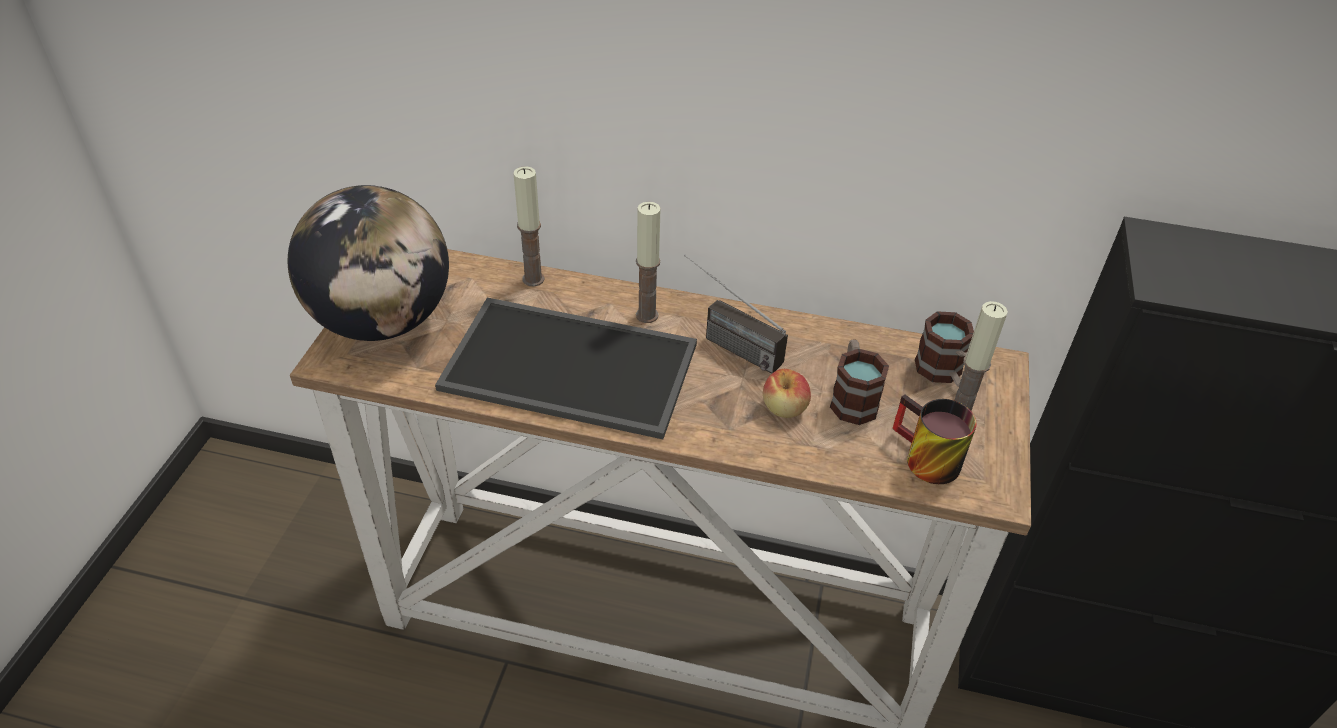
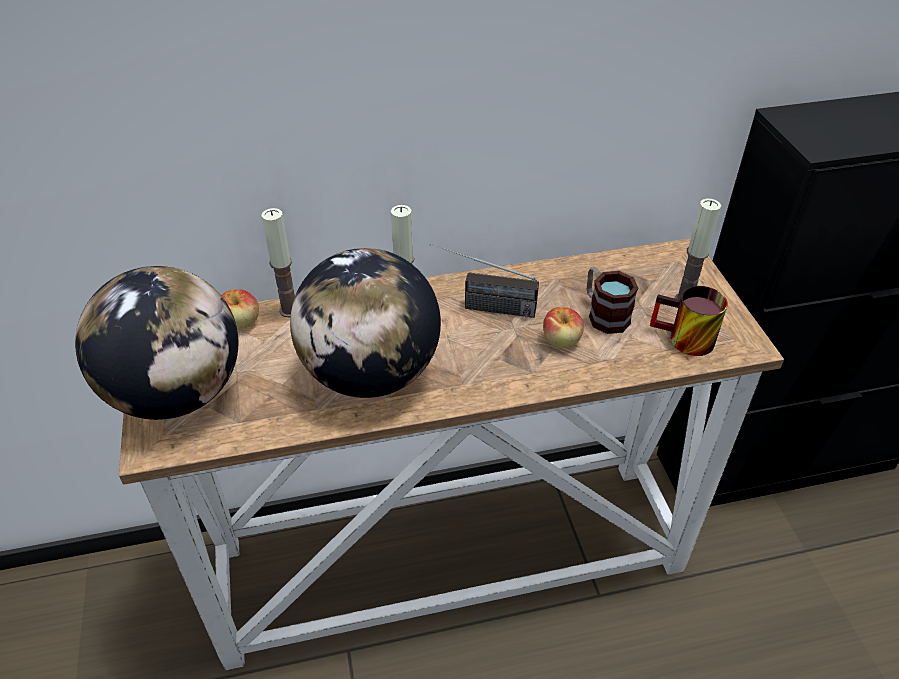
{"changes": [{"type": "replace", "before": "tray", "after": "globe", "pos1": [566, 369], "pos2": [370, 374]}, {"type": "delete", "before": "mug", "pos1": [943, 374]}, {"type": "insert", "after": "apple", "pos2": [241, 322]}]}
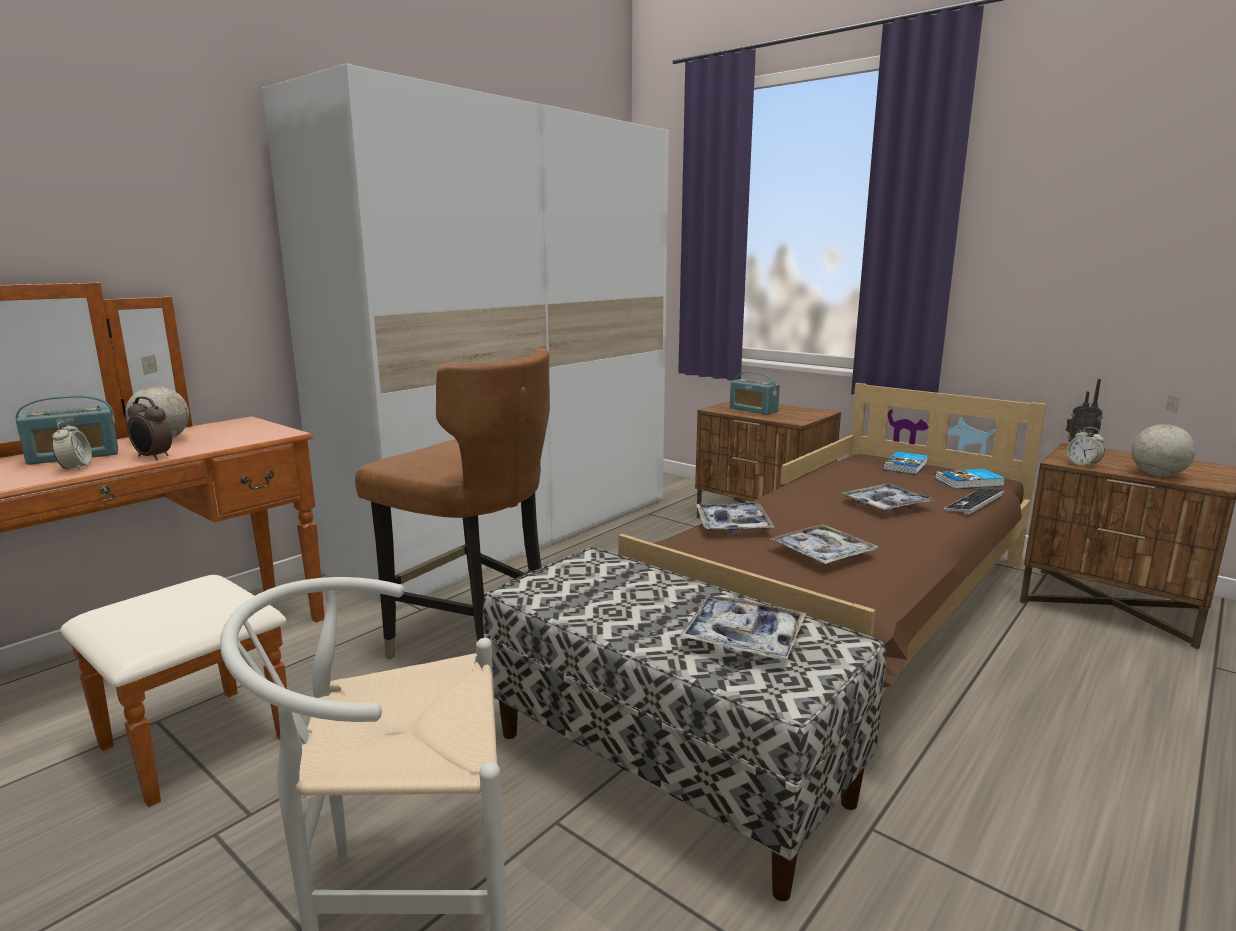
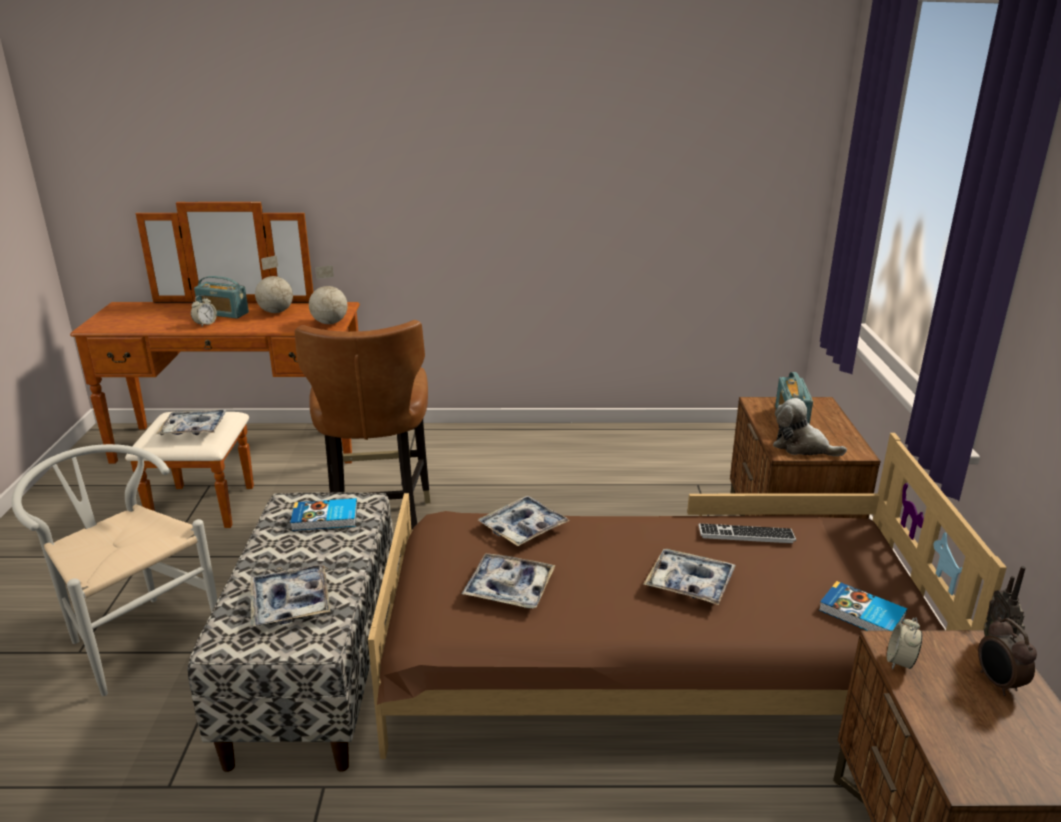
{"changes": [{"type": "move", "before": "alarm clock", "pos1": [153, 457], "pos2": [997, 683]}, {"type": "delete", "before": "wardrobe (white)", "pos1": [513, 532]}, {"type": "move", "before": "book", "pos1": [906, 466], "pos2": [325, 518]}, {"type": "move", "before": "keyboard", "pos1": [974, 503], "pos2": [746, 535]}, {"type": "move", "before": "globe", "pos1": [1157, 475], "pos2": [329, 323]}, {"type": "insert", "after": "tray", "pos2": [194, 429]}, {"type": "insert", "after": "plush toy", "pos2": [802, 447]}]}
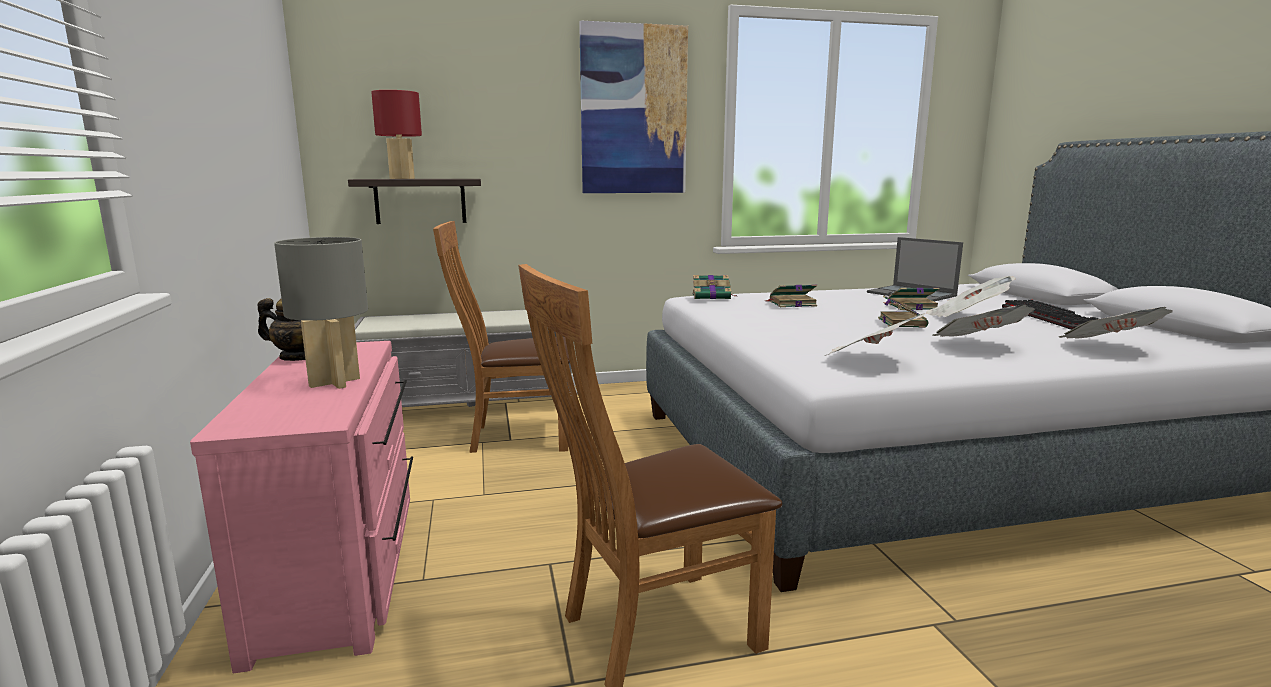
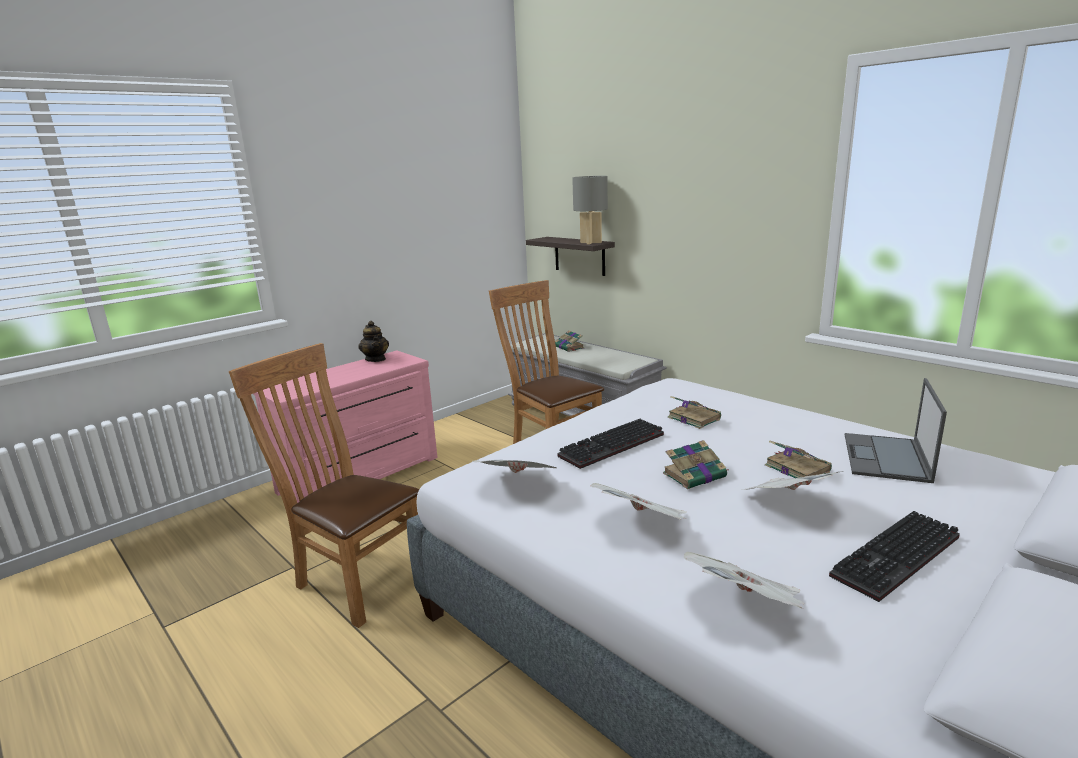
{"changes": [{"type": "move", "before": "table lamp (grey)", "pos1": [335, 382], "pos2": [591, 243]}, {"type": "delete", "before": "table lamp (red)", "pos1": [401, 178]}, {"type": "delete", "before": "picture", "pos1": [633, 111]}, {"type": "move", "before": "book", "pos1": [712, 296], "pos2": [569, 347]}, {"type": "insert", "after": "keyboard", "pos2": [612, 447]}]}
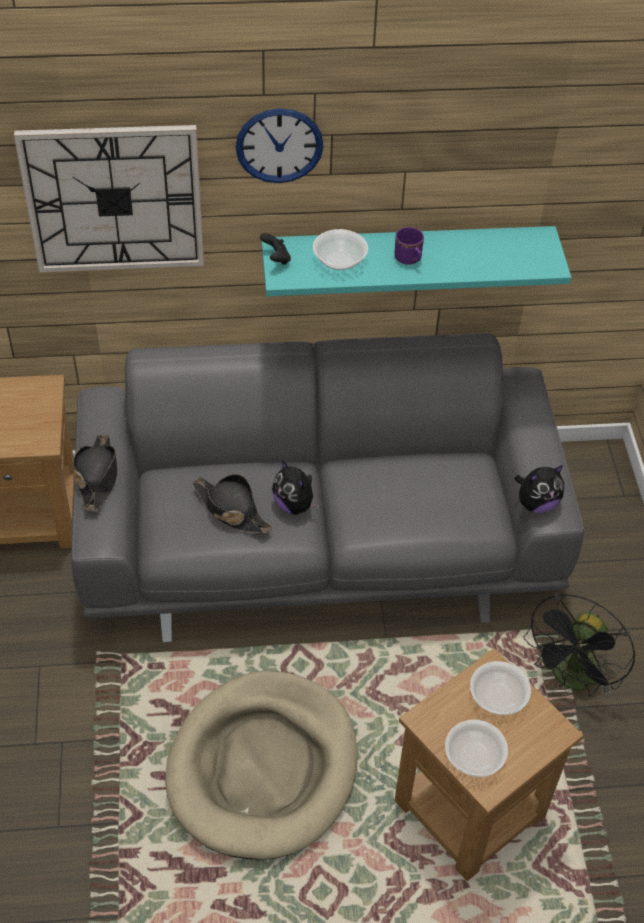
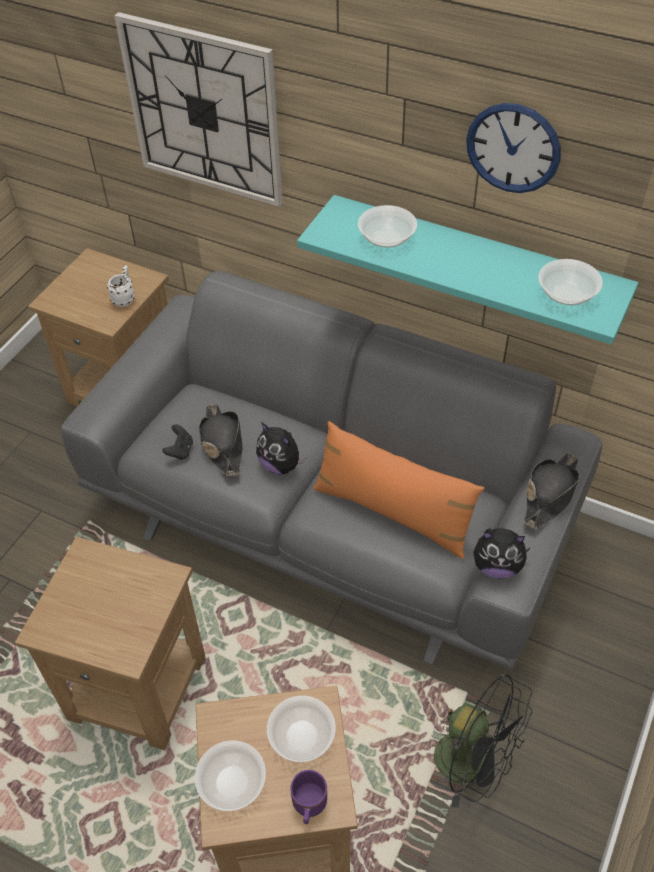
{"changes": [{"type": "move", "before": "hat (black)", "pos1": [97, 476], "pos2": [550, 494]}, {"type": "replace", "before": "dog bed (beige)", "after": "side table (brown)", "pos1": [263, 768], "pos2": [139, 688]}, {"type": "move", "before": "wall clock", "pos1": [279, 145], "pos2": [513, 148]}, {"type": "move", "before": "game controller (black)", "pos1": [276, 258], "pos2": [180, 450]}, {"type": "rotate", "before": "plush toy", "pos1": [295, 505], "pos2": [281, 465], "turn": -45}, {"type": "move", "before": "mug (purple)", "pos1": [409, 260], "pos2": [309, 806]}, {"type": "rotate", "before": "fan (black)", "pos1": [571, 679], "pos2": [473, 763], "turn": -120}, {"type": "insert", "after": "mug (white)", "pos2": [125, 298]}, {"type": "insert", "after": "pillow (orange)", "pos2": [393, 512]}, {"type": "insert", "after": "bowl", "pos2": [566, 294]}]}
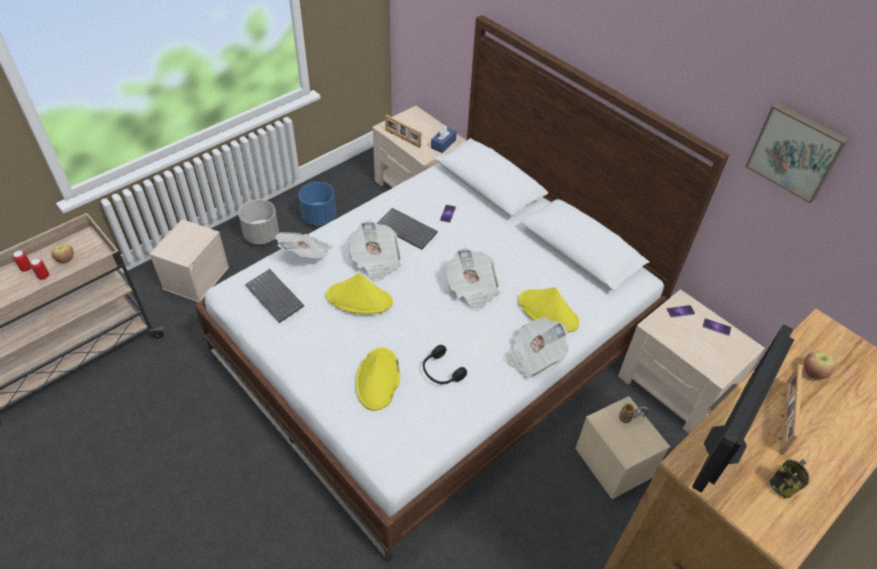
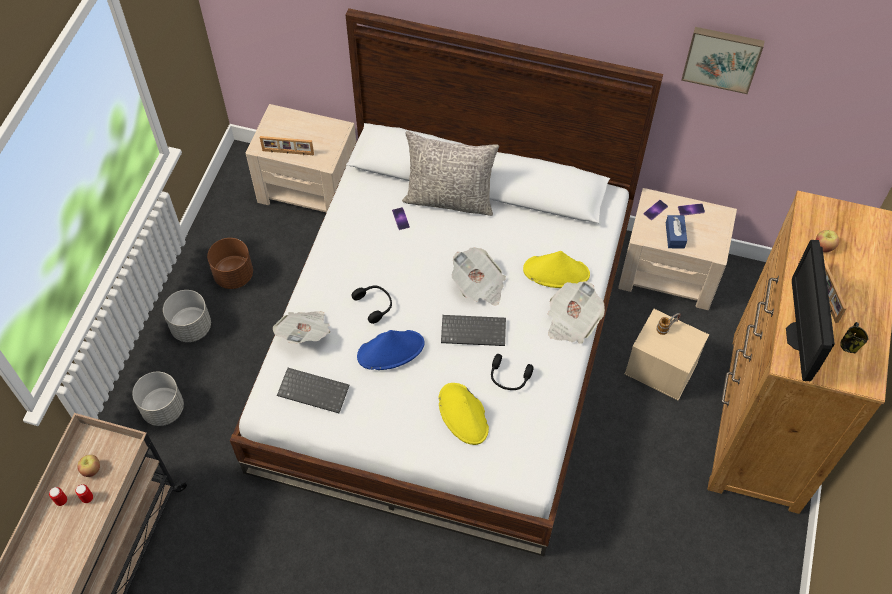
{"changes": [{"type": "replace", "before": "storage box (beige)", "after": "planter (grey)", "pos1": [196, 277], "pos2": [163, 409]}, {"type": "recolor", "before": "planter (blue)", "after": "planter (brown)", "pos1": [319, 217], "pos2": [234, 275]}, {"type": "recolor", "before": "hat (yellow)", "after": "hat (blue)", "pos1": [359, 299], "pos2": [391, 350]}, {"type": "replace", "before": "newspaper", "after": "headphones (black)", "pos1": [375, 261], "pos2": [374, 305]}, {"type": "move", "before": "keyboard", "pos1": [408, 229], "pos2": [474, 330]}, {"type": "move", "before": "tissue box (blue)", "pos1": [443, 144], "pos2": [675, 235]}, {"type": "insert", "after": "pillow (grey)", "pos2": [449, 199]}]}
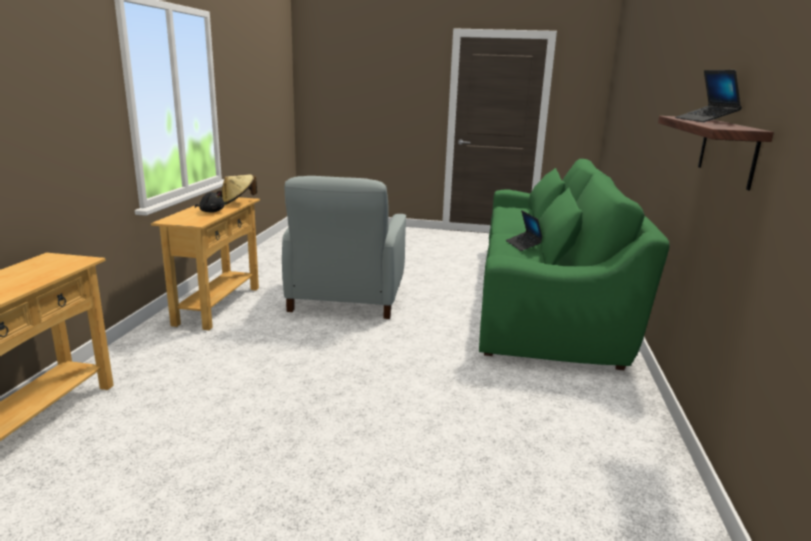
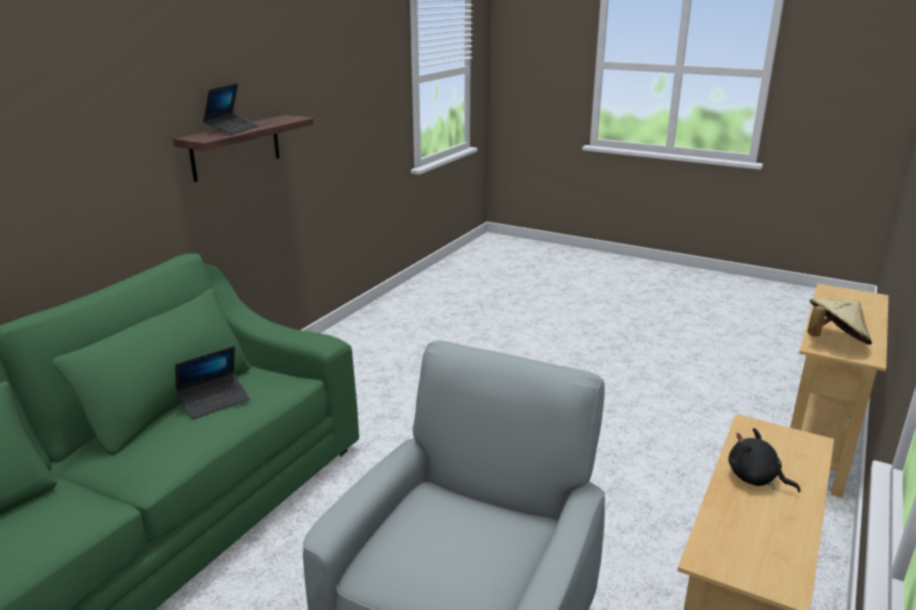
{"changes": [{"type": "move", "before": "hat (beige)", "pos1": [237, 202], "pos2": [834, 341]}, {"type": "rotate", "before": "laptop", "pos1": [523, 245], "pos2": [214, 401], "turn": 45}]}
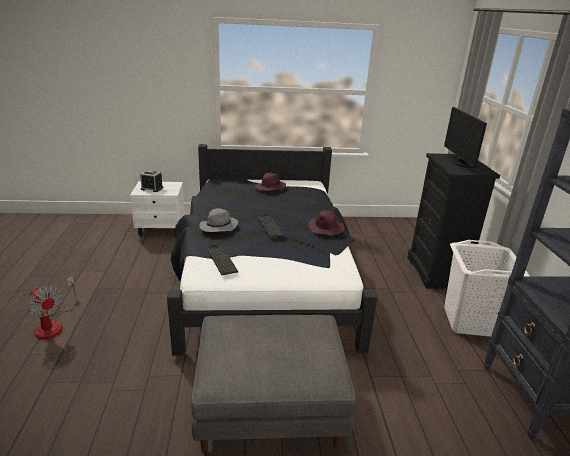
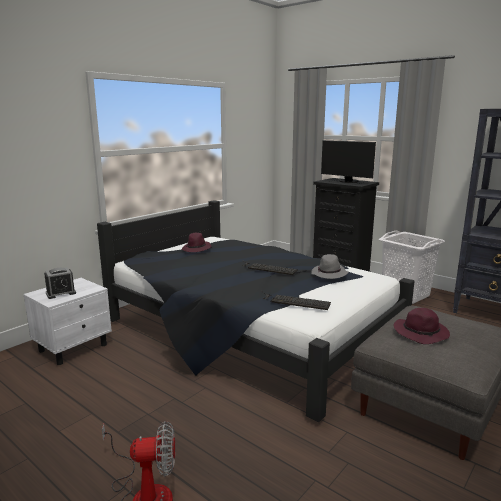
{"changes": [{"type": "move", "before": "hat (grey)", "pos1": [218, 227], "pos2": [329, 274]}, {"type": "move", "before": "hat (purple)", "pos1": [326, 228], "pos2": [421, 333]}]}
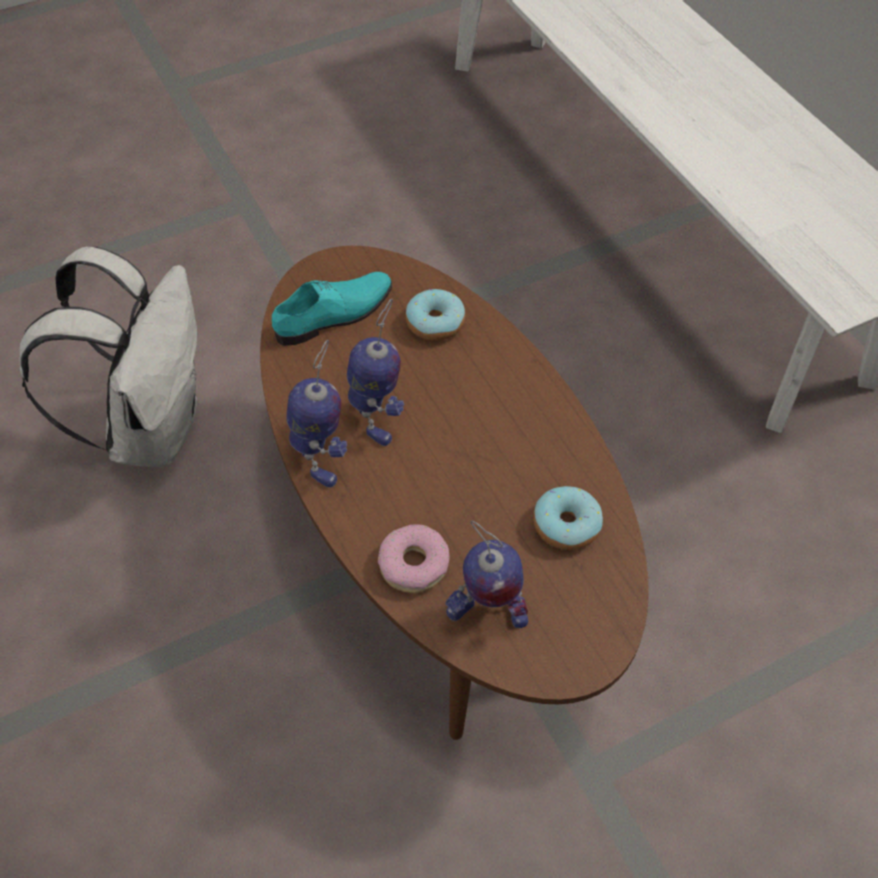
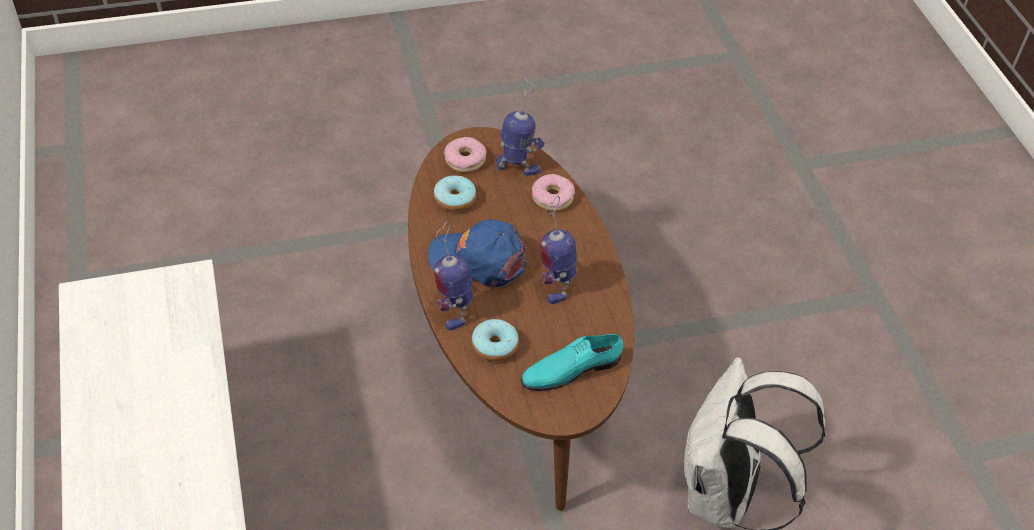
{"changes": [{"type": "move", "before": "toy robot", "pos1": [321, 458], "pos2": [453, 310]}, {"type": "insert", "after": "cap (blue)", "pos2": [478, 260]}, {"type": "insert", "after": "donut", "pos2": [465, 160]}]}
